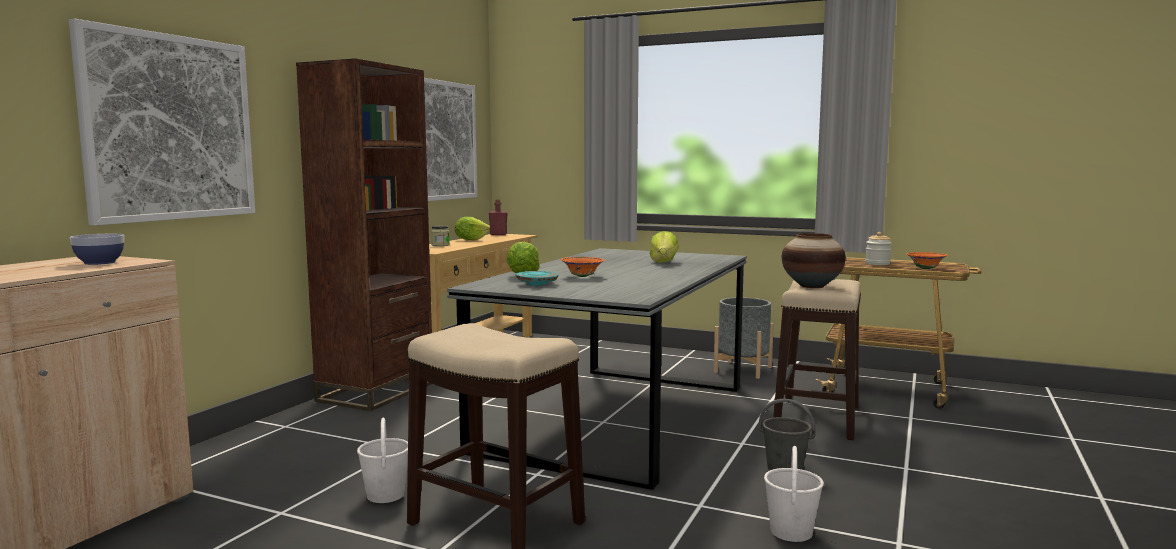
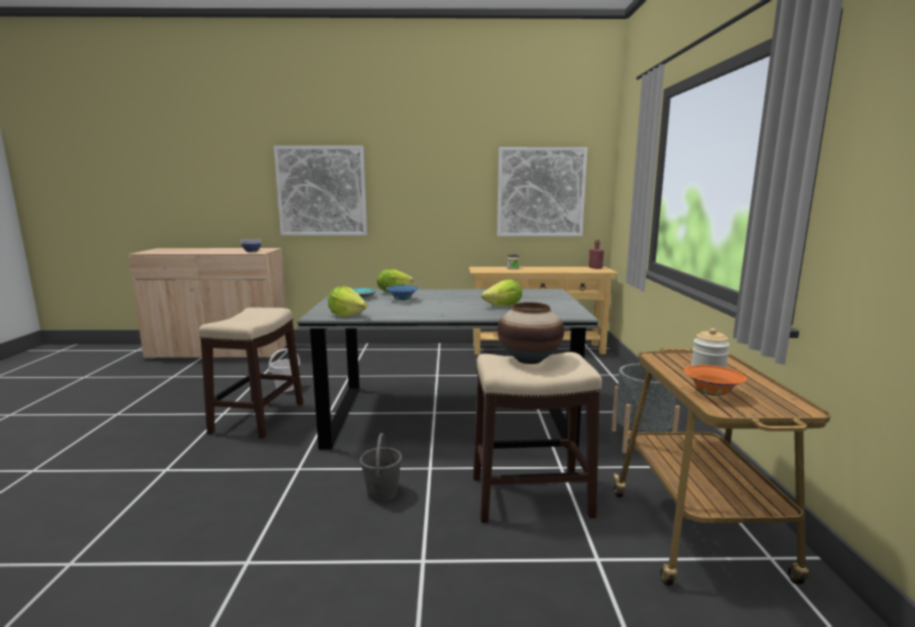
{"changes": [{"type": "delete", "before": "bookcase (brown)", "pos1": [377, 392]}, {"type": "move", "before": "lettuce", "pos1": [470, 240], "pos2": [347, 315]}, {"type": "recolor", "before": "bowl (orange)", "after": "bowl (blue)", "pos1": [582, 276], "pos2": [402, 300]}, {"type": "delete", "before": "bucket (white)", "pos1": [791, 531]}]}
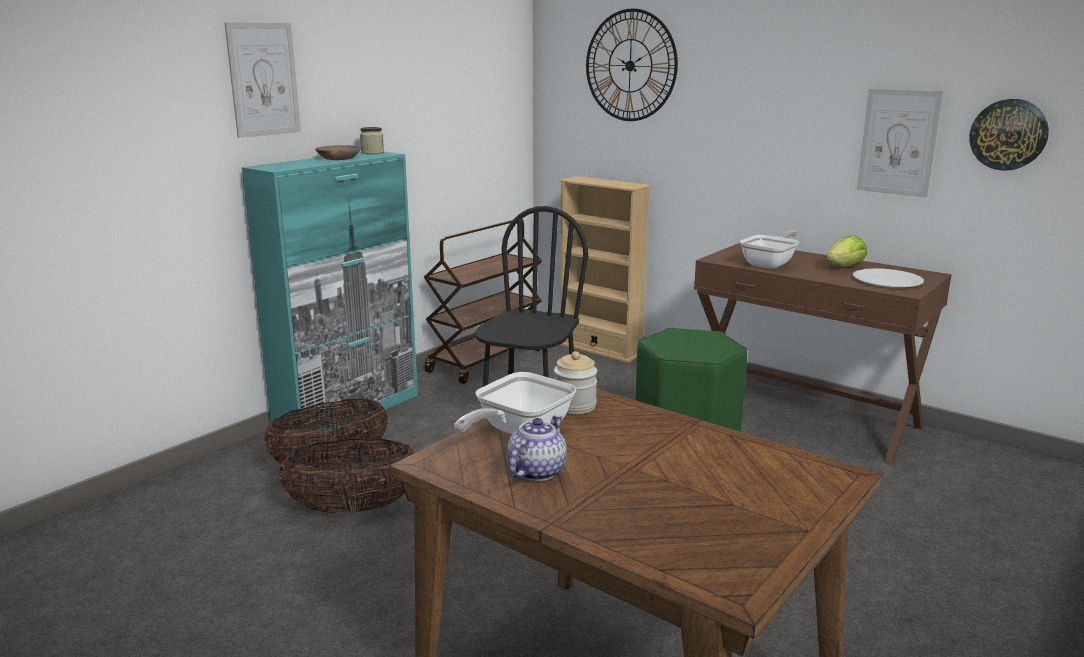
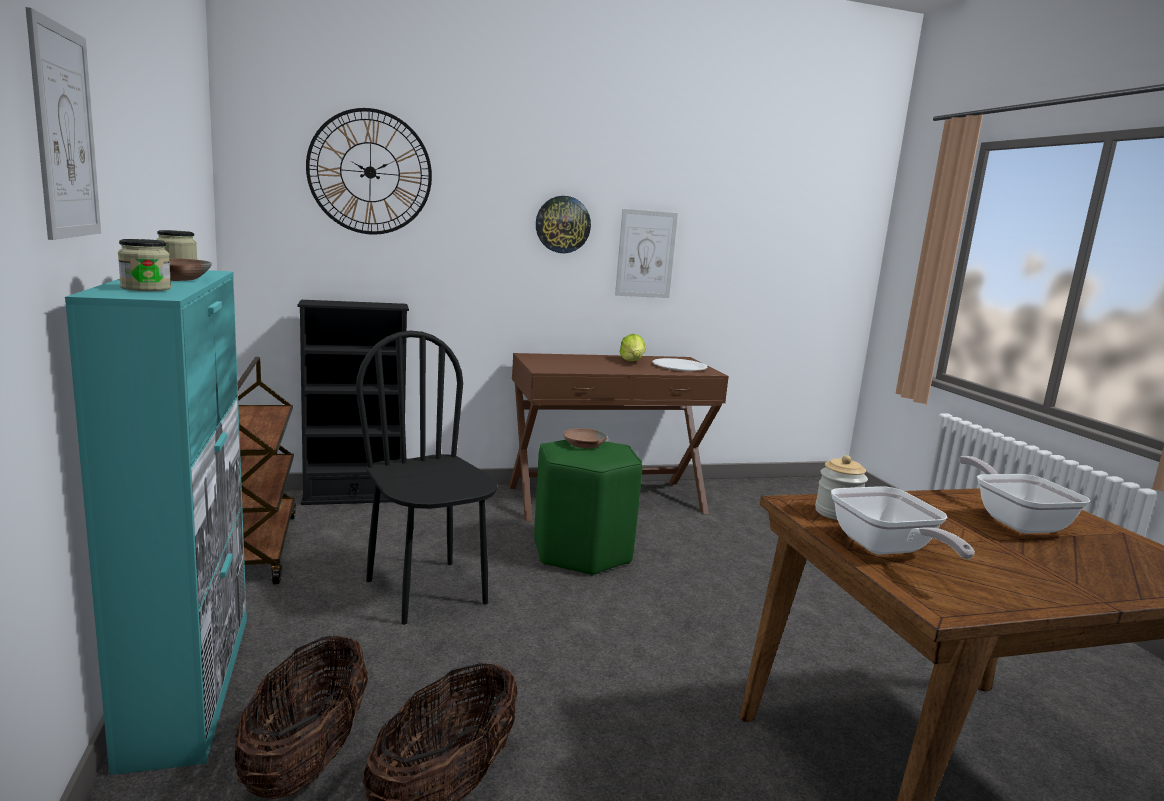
{"changes": [{"type": "delete", "before": "teapot", "pos1": [536, 471]}, {"type": "recolor", "before": "bookcase (beige)", "after": "bookcase (black)", "pos1": [600, 349], "pos2": [354, 497]}, {"type": "move", "before": "frying pan", "pos1": [770, 264], "pos2": [1015, 521]}, {"type": "move", "before": "wall clock", "pos1": [1008, 134], "pos2": [562, 224]}, {"type": "insert", "after": "jar", "pos2": [146, 288]}, {"type": "insert", "after": "bowl (brown)", "pos2": [583, 444]}]}
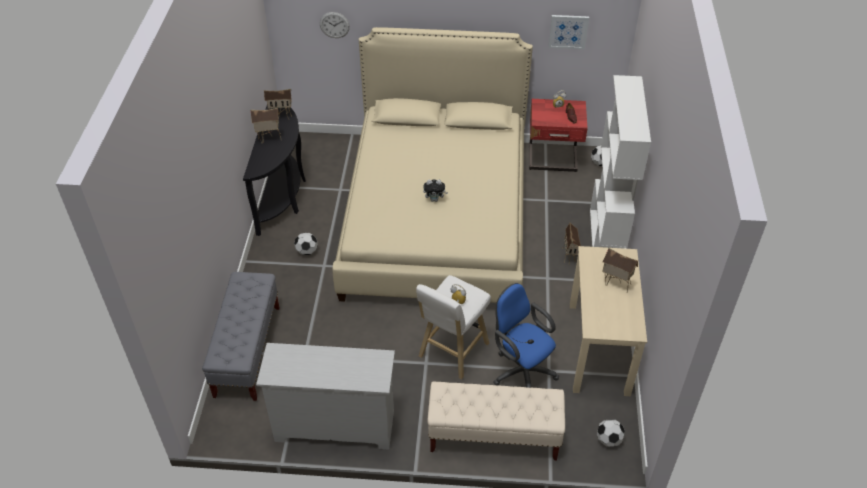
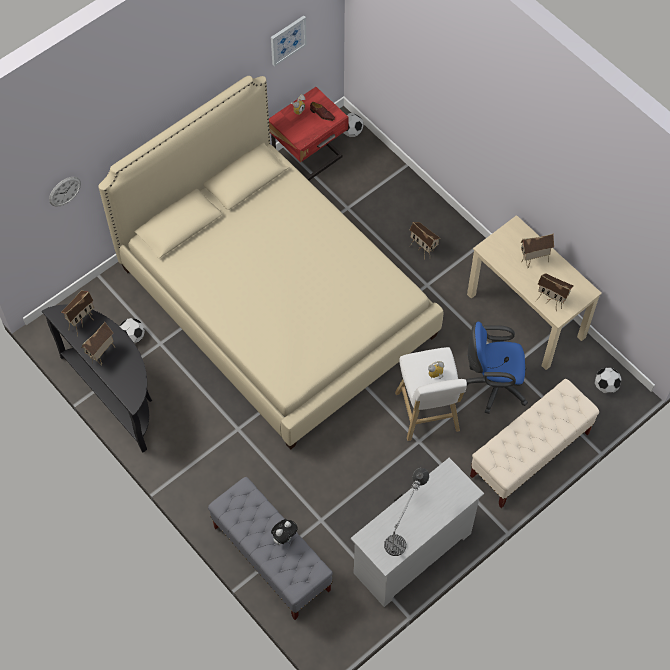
{"changes": [{"type": "move", "before": "football", "pos1": [307, 251], "pos2": [133, 337]}, {"type": "move", "before": "plush toy", "pos1": [435, 199], "pos2": [284, 537]}, {"type": "delete", "before": "bookcase (white)", "pos1": [605, 242]}, {"type": "insert", "after": "table lamp", "pos2": [405, 525]}, {"type": "insert", "after": "toy house", "pos2": [551, 301]}]}
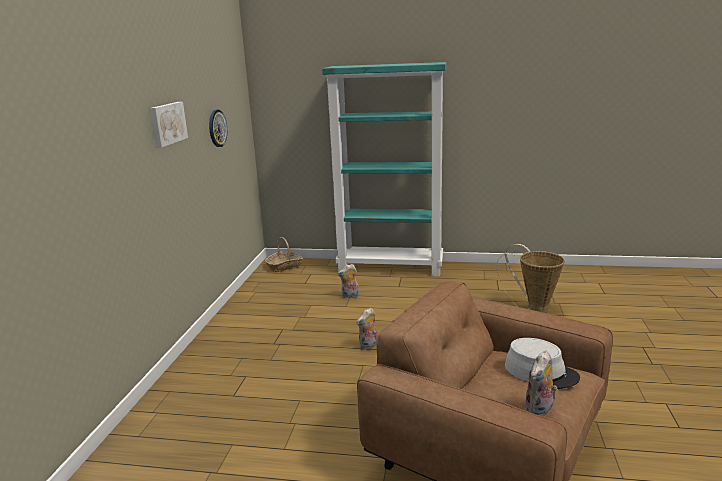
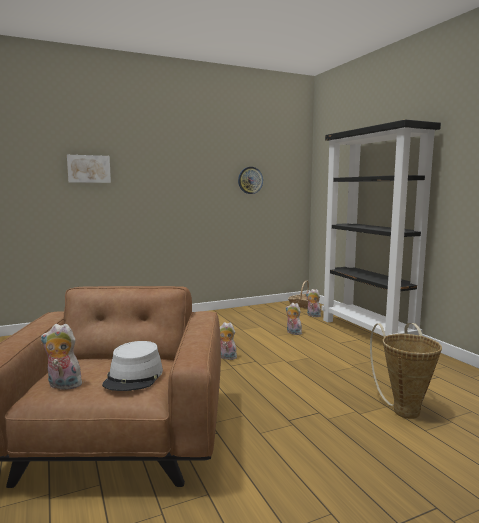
{"changes": [{"type": "move", "before": "picture", "pos1": [167, 123], "pos2": [89, 169]}, {"type": "recolor", "before": "bookcase (turquoise)", "after": "bookcase (black)", "pos1": [391, 268], "pos2": [368, 332]}, {"type": "insert", "after": "plush toy", "pos2": [313, 315]}]}
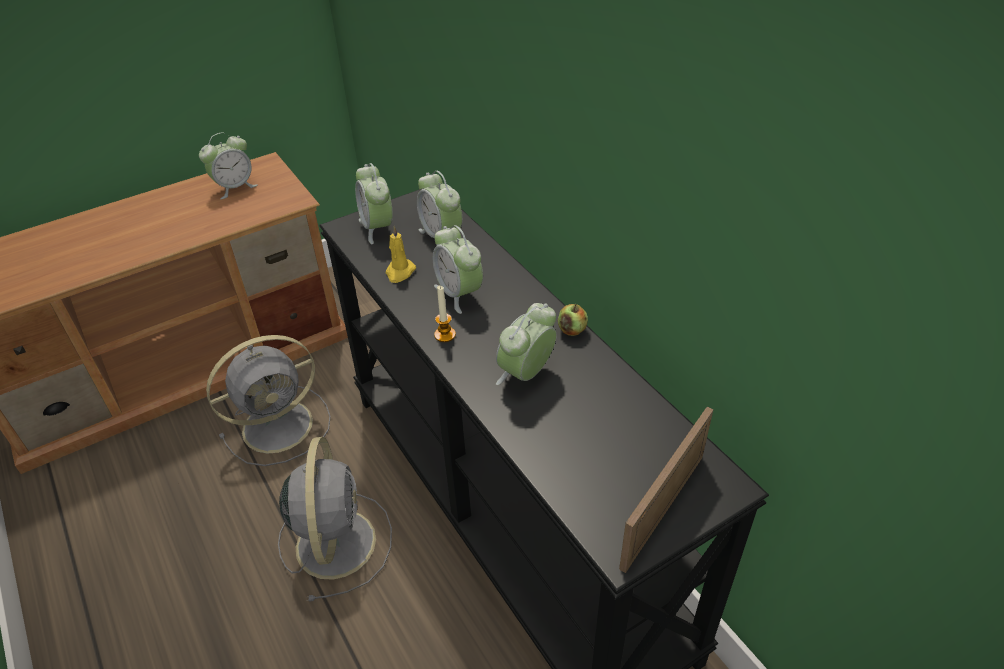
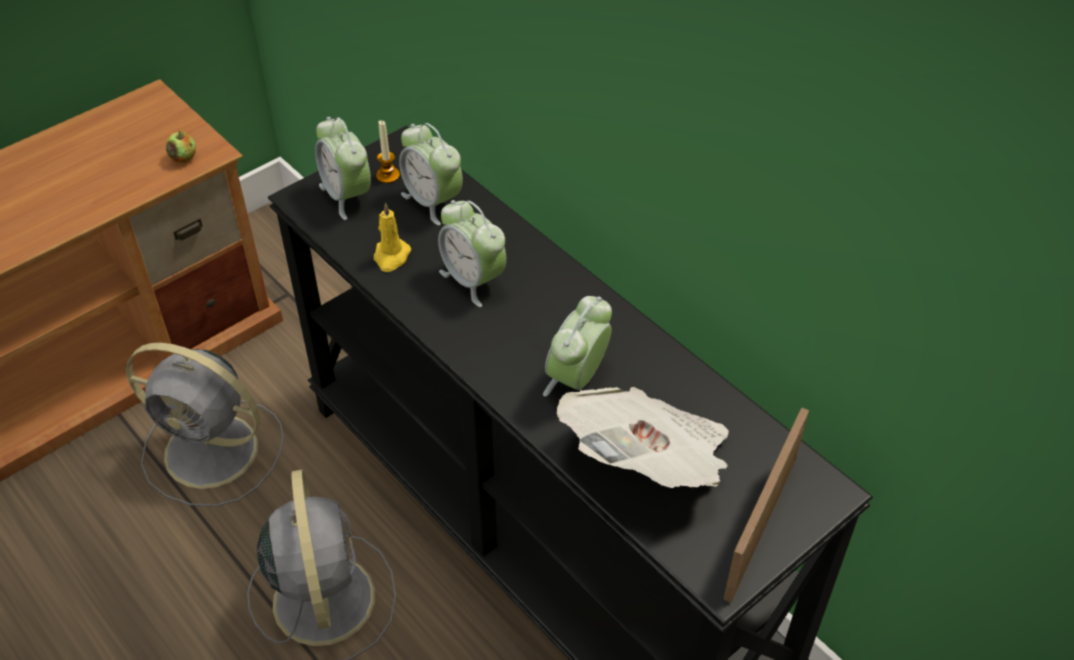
{"changes": [{"type": "delete", "before": "alarm clock", "pos1": [234, 187]}, {"type": "rotate", "before": "fan (grey)", "pos1": [281, 424], "pos2": [215, 452], "turn": 60}, {"type": "move", "before": "candle", "pos1": [445, 335], "pos2": [388, 175]}, {"type": "move", "before": "apple", "pos1": [572, 330], "pos2": [183, 158]}, {"type": "insert", "after": "newspaper", "pos2": [648, 462]}]}
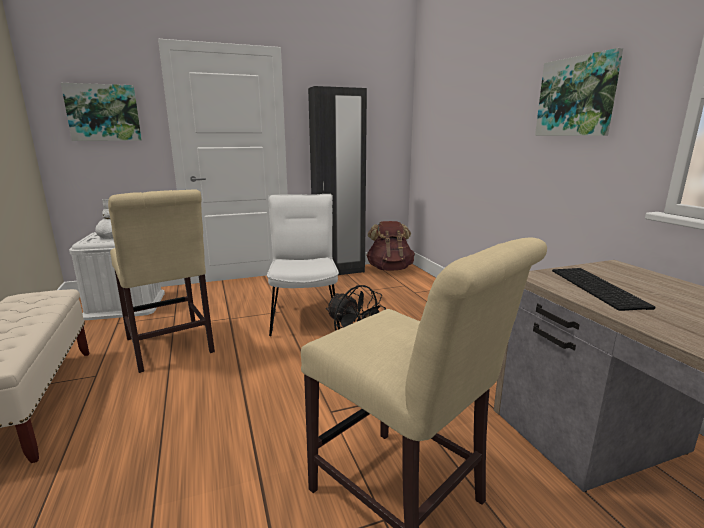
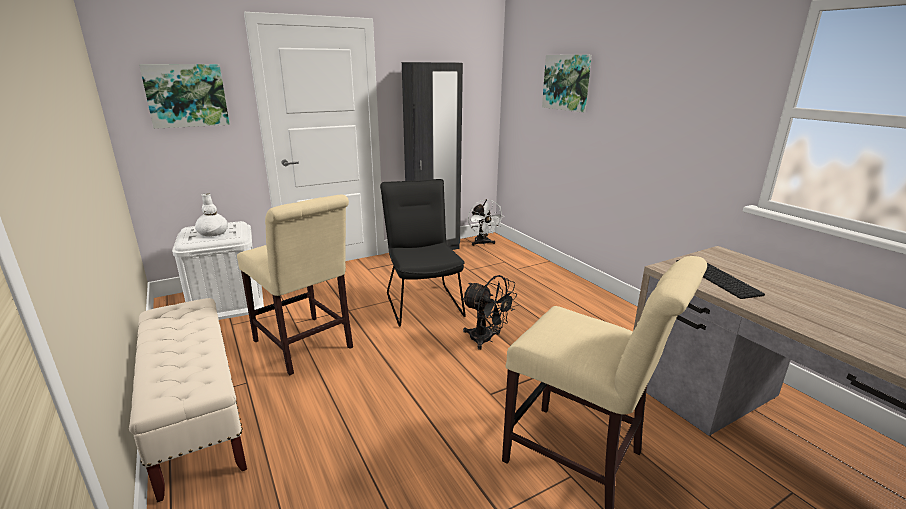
{"changes": [{"type": "recolor", "before": "chair (white)", "after": "chair (black)", "pos1": [305, 316], "pos2": [422, 302]}, {"type": "replace", "before": "backpack (brown)", "after": "fan (white)", "pos1": [390, 269], "pos2": [483, 243]}, {"type": "move", "before": "picture", "pos1": [576, 97], "pos2": [567, 82]}]}
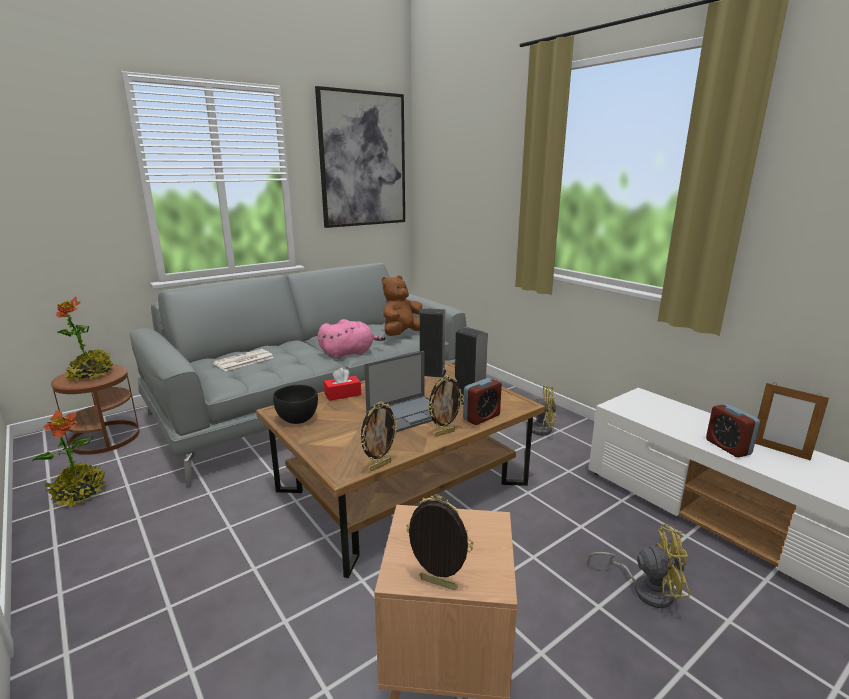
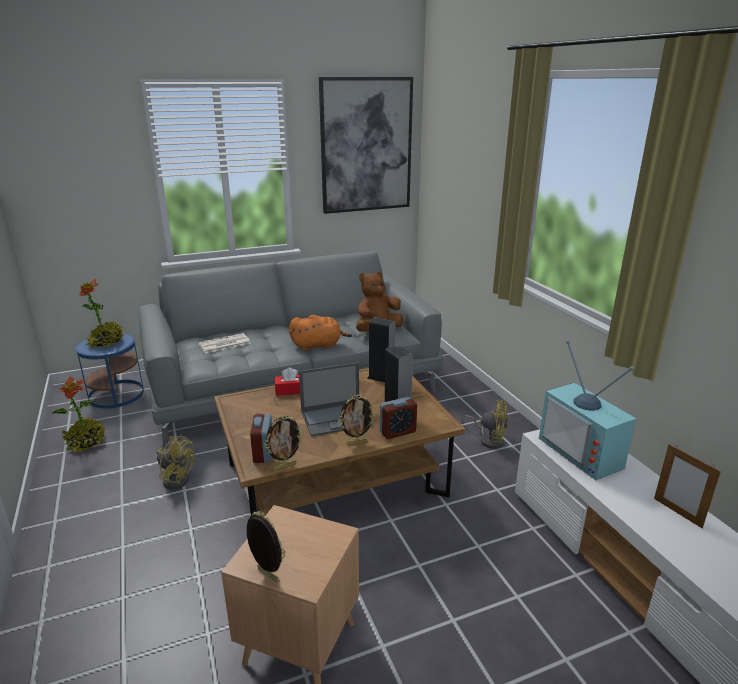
{"changes": [{"type": "recolor", "before": "side table (brown)", "after": "side table (blue)", "pos1": [105, 438], "pos2": [116, 394]}, {"type": "delete", "before": "bowl (black)", "pos1": [297, 419]}, {"type": "recolor", "before": "plush toy (pink)", "after": "plush toy (orange)", "pos1": [349, 353], "pos2": [318, 345]}, {"type": "move", "before": "fan (yellow)", "pos1": [645, 588], "pos2": [176, 478]}, {"type": "move", "before": "alarm clock", "pos1": [728, 447], "pos2": [263, 453]}, {"type": "insert", "after": "television", "pos2": [584, 452]}]}
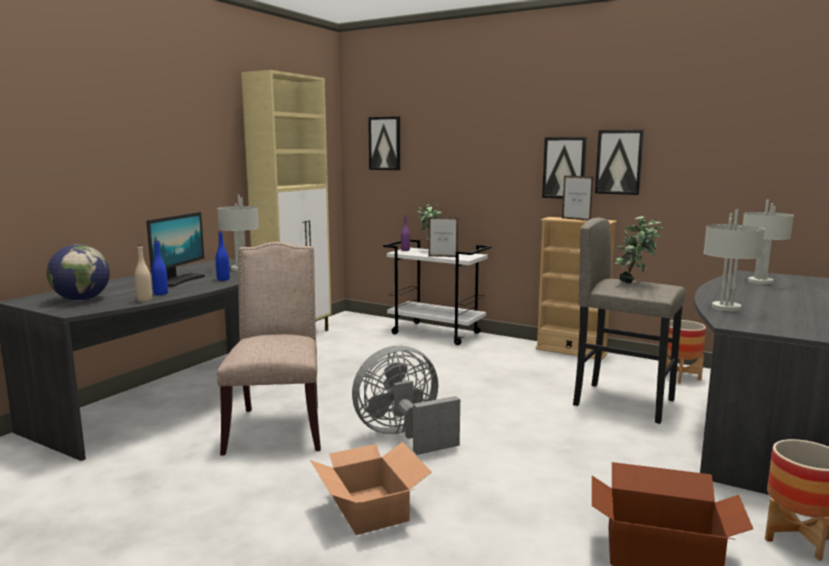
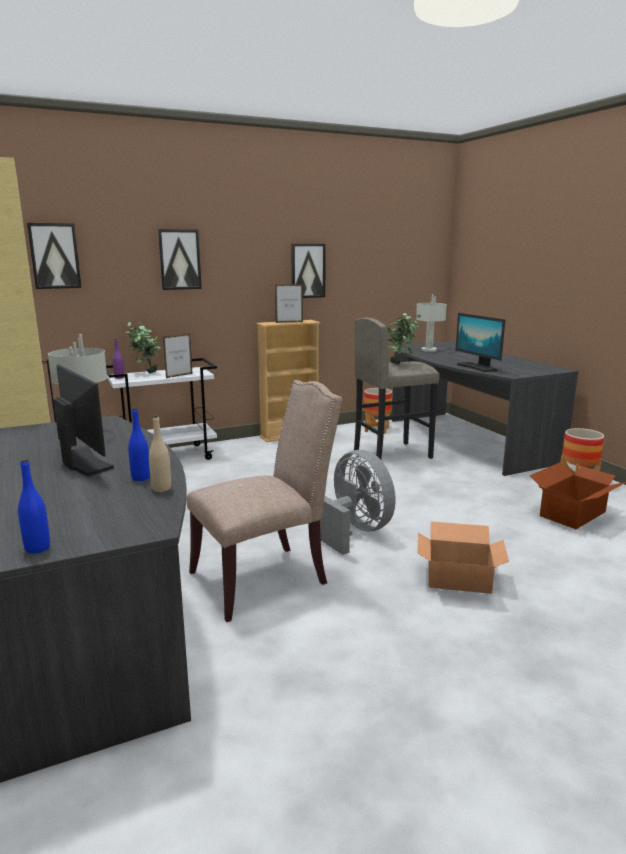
{"changes": [{"type": "delete", "before": "globe", "pos1": [81, 299]}, {"type": "move", "before": "bottle (blue)", "pos1": [223, 279], "pos2": [37, 548]}, {"type": "rotate", "before": "chair (beige)", "pos1": [277, 426], "pos2": [264, 578], "turn": 120}, {"type": "rotate", "before": "fan (grey)", "pos1": [404, 436], "pos2": [355, 531], "turn": 135}, {"type": "move", "before": "picture", "pos1": [564, 168], "pos2": [179, 259]}, {"type": "replace", "before": "table lamp (grey)", "after": "monitor", "pos1": [727, 308], "pos2": [477, 367]}]}
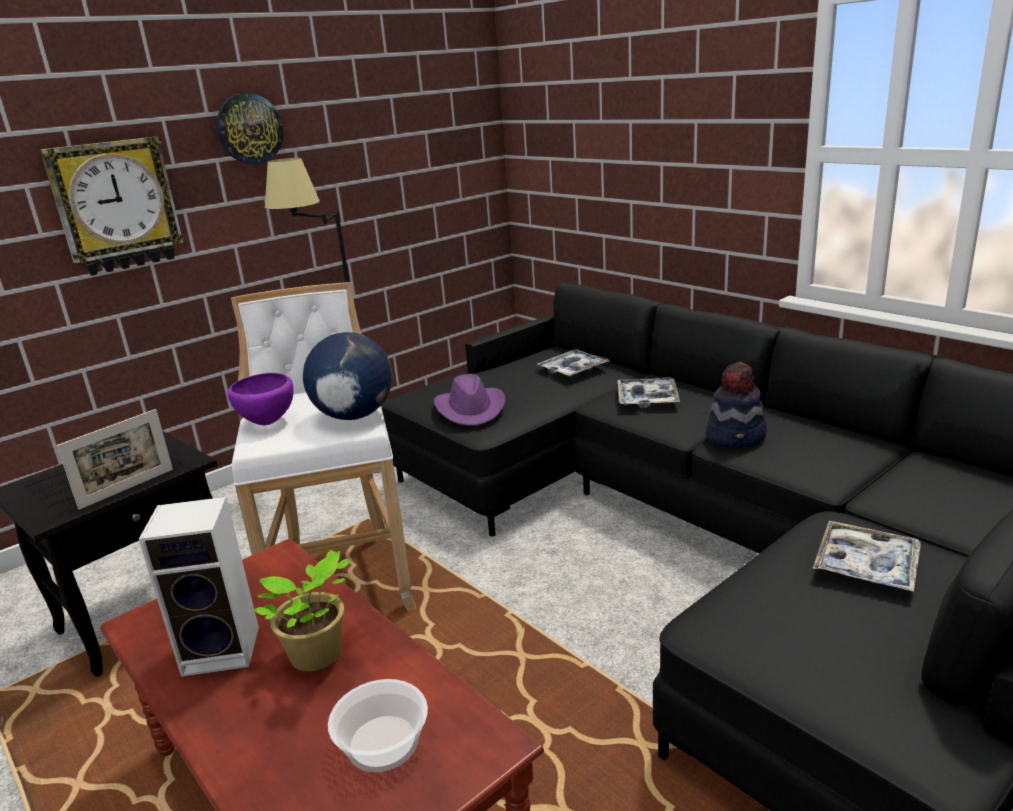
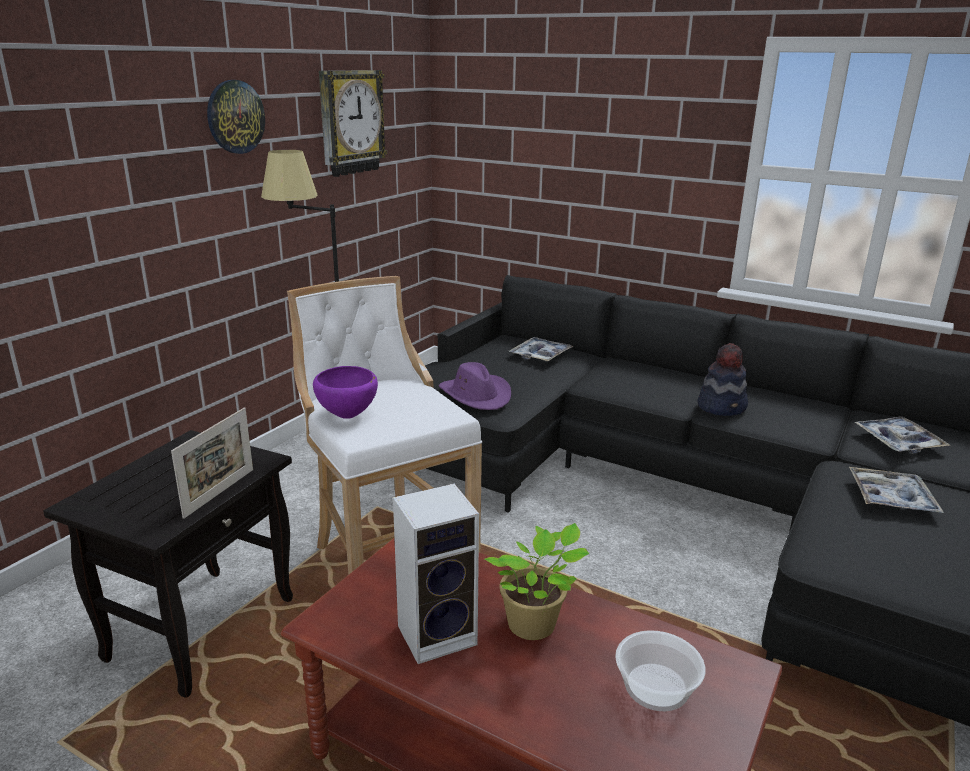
{"changes": [{"type": "move", "before": "wall clock", "pos1": [116, 206], "pos2": [350, 122]}, {"type": "delete", "before": "globe", "pos1": [354, 416]}, {"type": "move", "before": "tray", "pos1": [647, 398], "pos2": [898, 441]}]}
